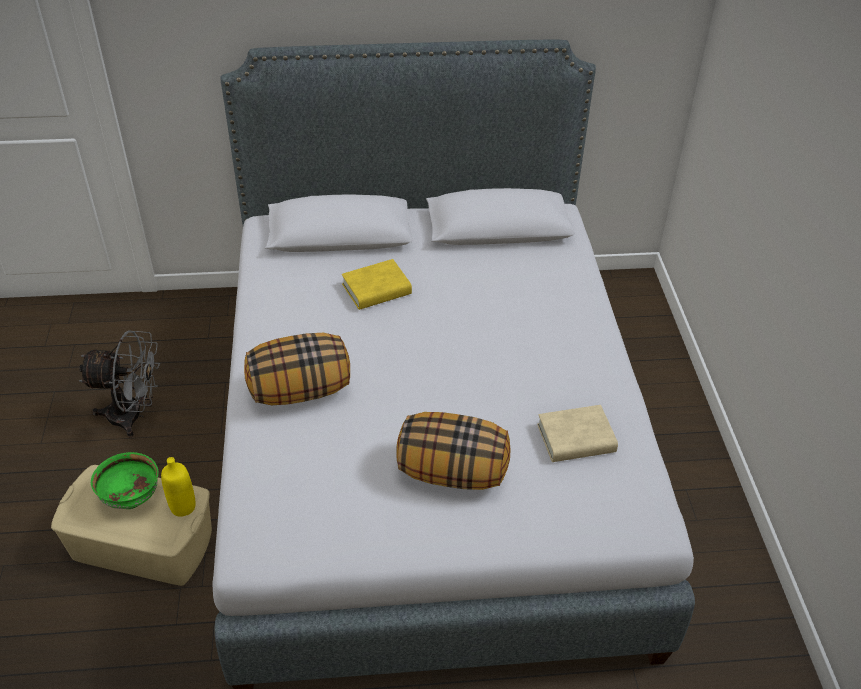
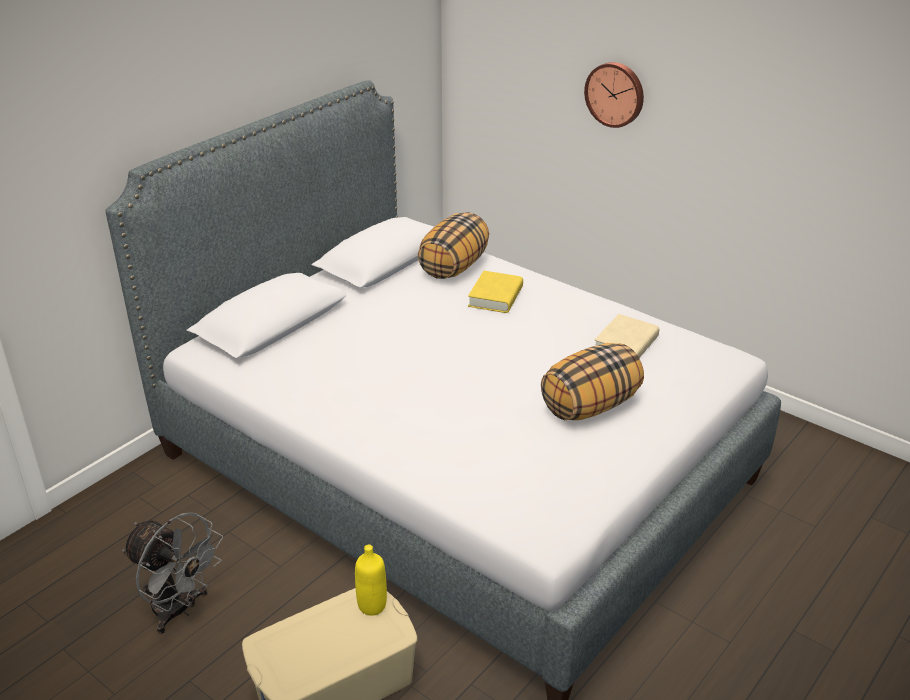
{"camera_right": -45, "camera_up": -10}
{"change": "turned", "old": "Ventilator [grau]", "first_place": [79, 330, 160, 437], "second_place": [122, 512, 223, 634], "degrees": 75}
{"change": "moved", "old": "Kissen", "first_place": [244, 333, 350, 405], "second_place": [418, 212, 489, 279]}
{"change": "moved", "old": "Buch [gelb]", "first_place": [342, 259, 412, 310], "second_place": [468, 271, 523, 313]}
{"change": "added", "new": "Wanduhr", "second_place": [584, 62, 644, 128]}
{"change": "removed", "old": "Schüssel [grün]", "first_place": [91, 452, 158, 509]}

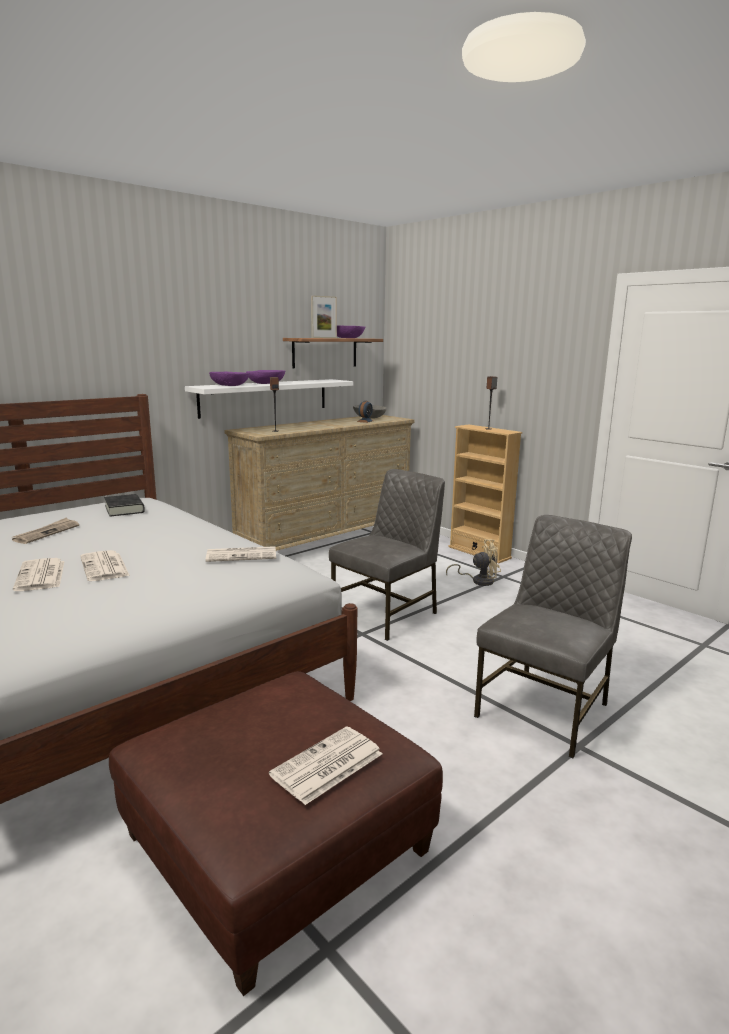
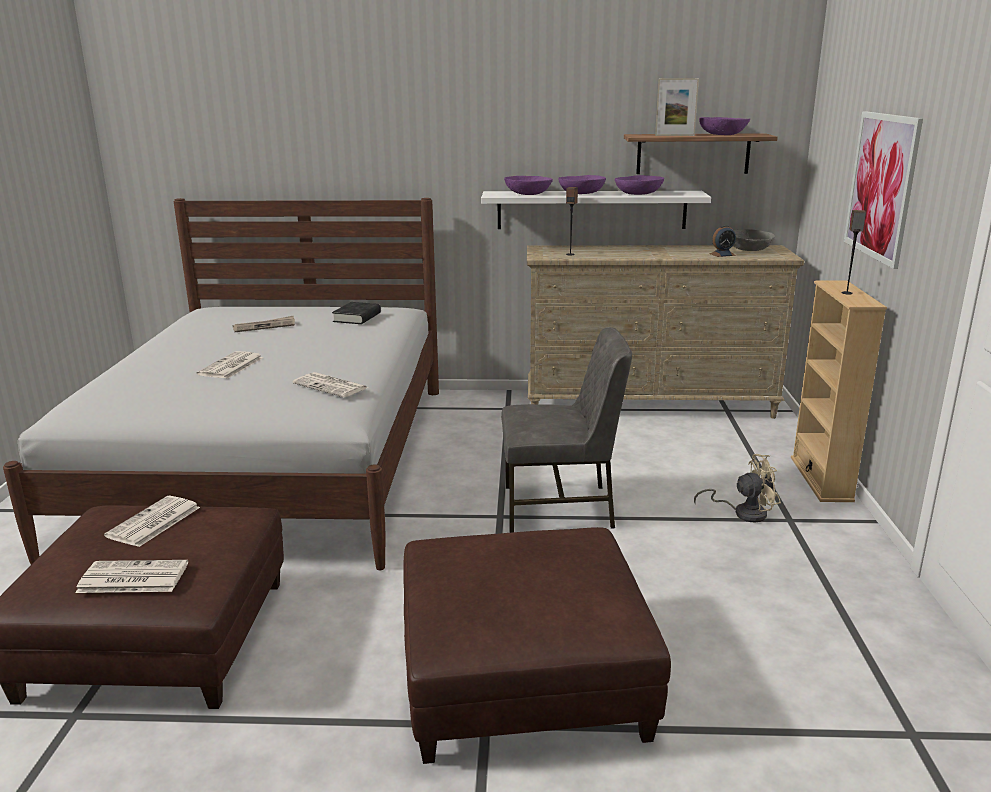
{"camera_right": 45, "camera_up": 5}
{"change": "moved", "old": "Zeitung", "first_place": [13, 558, 65, 591], "second_place": [104, 496, 200, 547]}
{"change": "replaced", "old": "Stuhl [grau]", "new": "Polsterhocker [braun]", "first_place": [474, 515, 632, 758], "second_place": [403, 527, 671, 764]}
{"change": "added", "new": "Schüssel [lila]", "second_place": [615, 175, 664, 195]}
{"change": "turned", "old": "Ventilator [beige]", "first_place": [446, 539, 501, 586], "second_place": [694, 454, 781, 522], "degrees": -45}
{"change": "added", "new": "Bild", "second_place": [844, 111, 923, 269]}

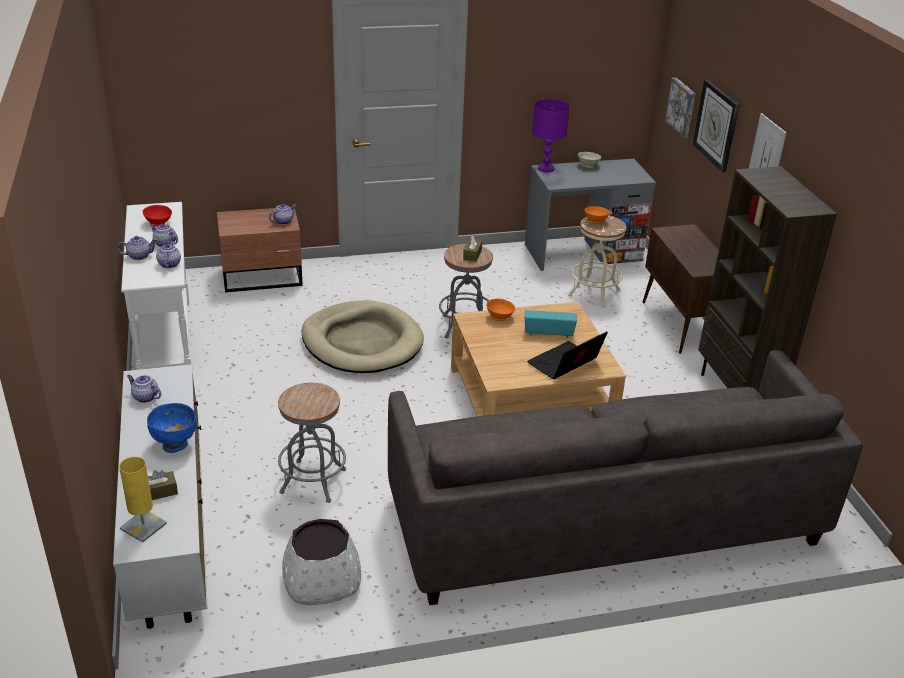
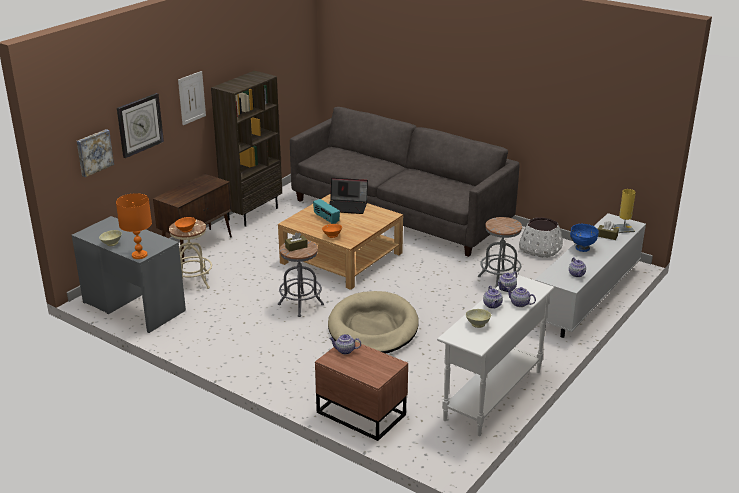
{"camera_right": -130, "camera_up": -5}
{"change": "recoloured", "old": "Tischlampe [lila]", "new": "Tischlampe [orange]", "first_place": [532, 99, 570, 172], "second_place": [116, 193, 152, 259]}
{"change": "recoloured", "old": "Schüssel [rot]", "new": "Schüssel [beige]", "first_place": [143, 205, 172, 226], "second_place": [466, 309, 491, 328]}

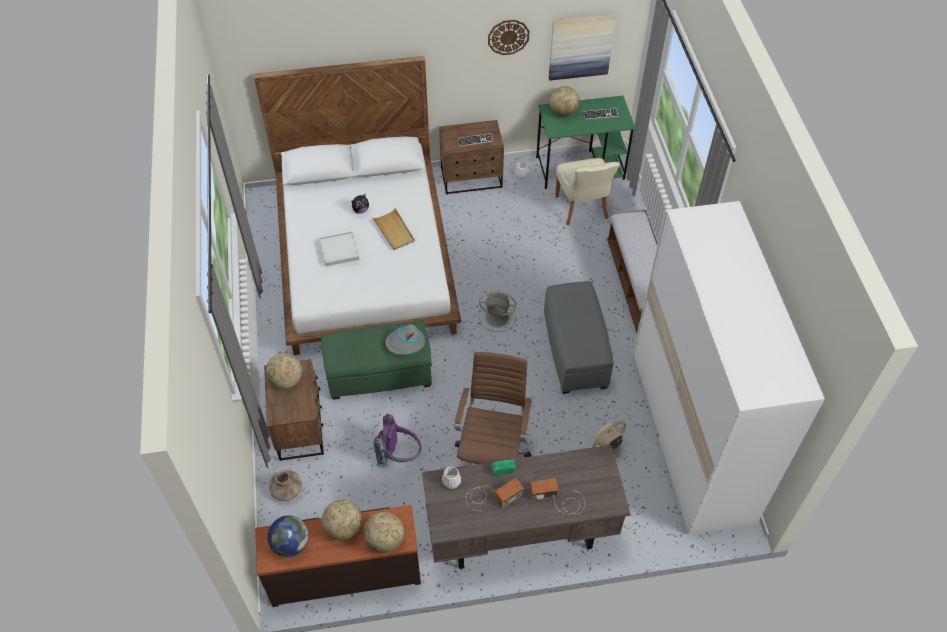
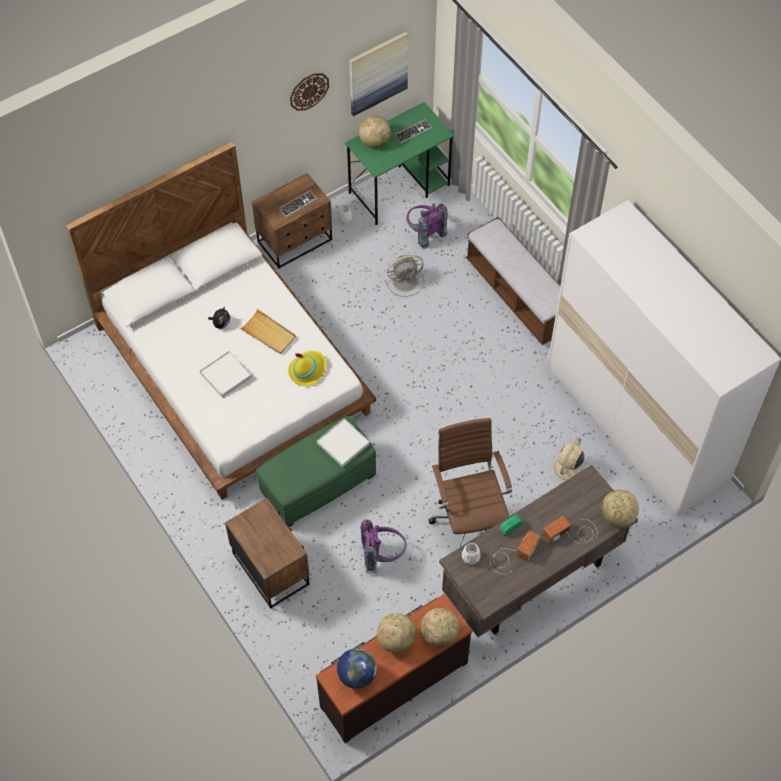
{"camera_right": -25, "camera_up": 5}
{"change": "added", "new": "Hut [gelb]", "second_place": [288, 351, 327, 386]}
{"change": "replaced", "old": "Hut [grau]", "new": "Tablett [weiß]", "first_place": [386, 324, 425, 355], "second_place": [317, 418, 370, 467]}
{"change": "moved", "old": "Ventilator [grau]", "first_place": [479, 292, 516, 332], "second_place": [384, 255, 424, 297]}
{"change": "replaced", "old": "Stuhl [beige]", "new": "Rucksack [lila]", "first_place": [555, 158, 620, 225], "second_place": [406, 203, 448, 249]}
{"change": "moved", "old": "Globus", "first_place": [266, 353, 302, 389], "second_place": [601, 490, 639, 528]}
{"change": "removed", "old": "Vase [braun]", "first_place": [269, 470, 302, 501]}
{"change": "removed", "old": "Polsterhocker [grau]", "first_place": [544, 281, 614, 394]}

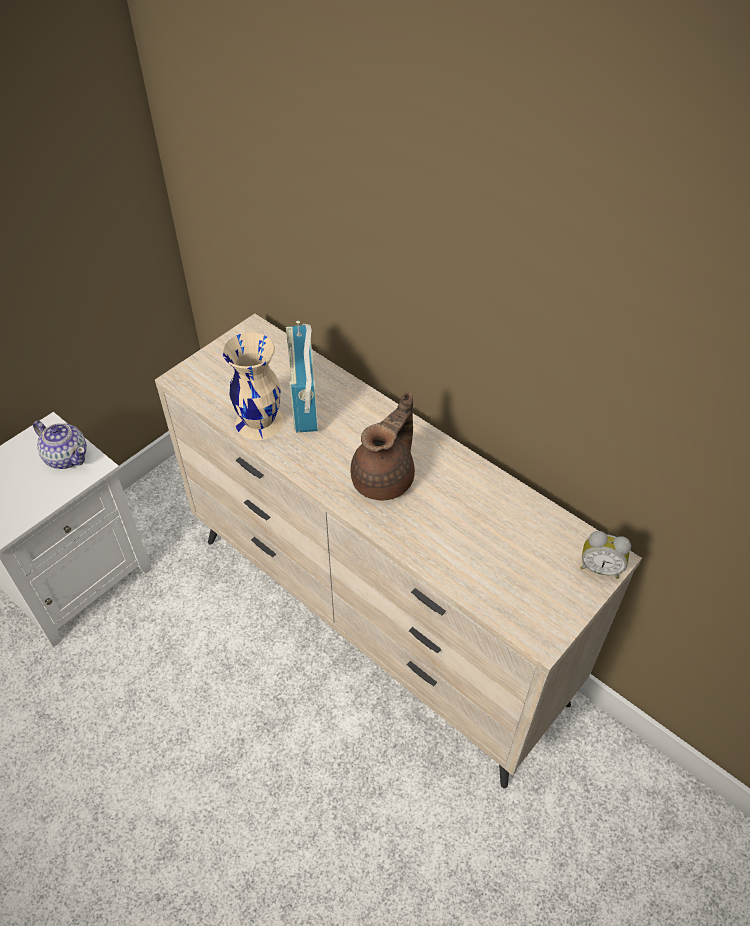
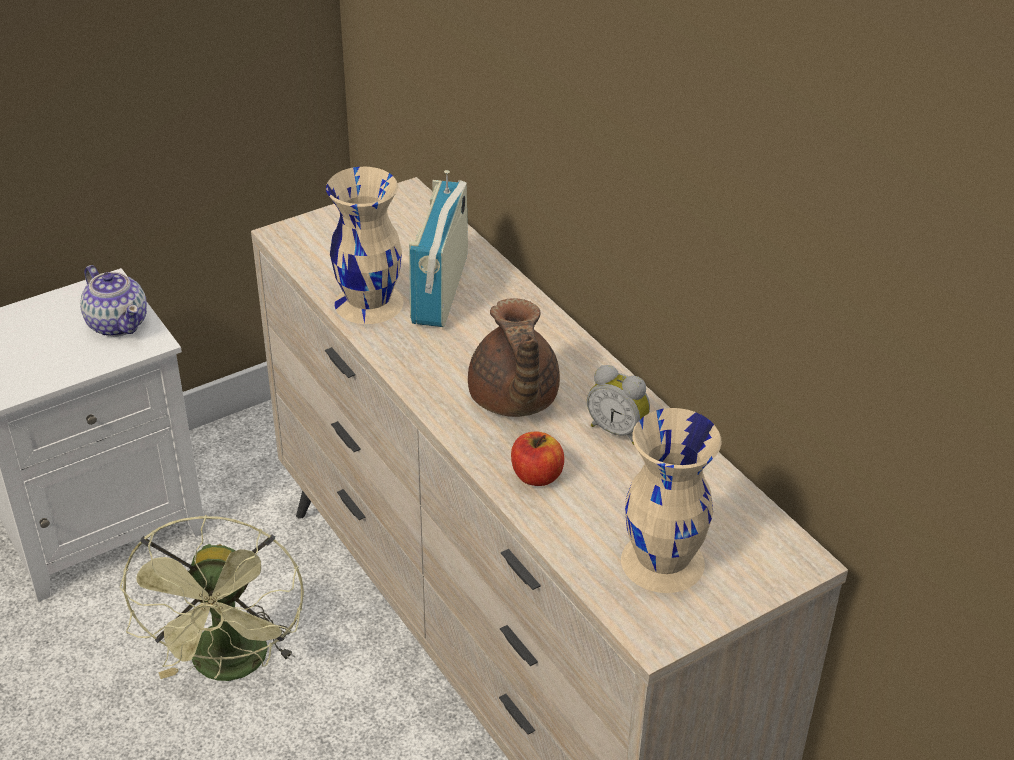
{"camera_right": 15, "camera_up": -10}
{"change": "added", "new": "Ventilator [grün]", "second_place": [120, 515, 304, 681]}
{"change": "turned", "old": "Teekanne [braun]", "first_place": [350, 391, 415, 500], "second_place": [468, 298, 560, 417], "degrees": 120}
{"change": "added", "new": "Apfel", "second_place": [511, 431, 564, 486]}
{"change": "moved", "old": "Wecker", "first_place": [580, 531, 631, 579], "second_place": [587, 365, 650, 445]}
{"change": "added", "new": "Vase [beige]", "second_place": [621, 408, 722, 593]}

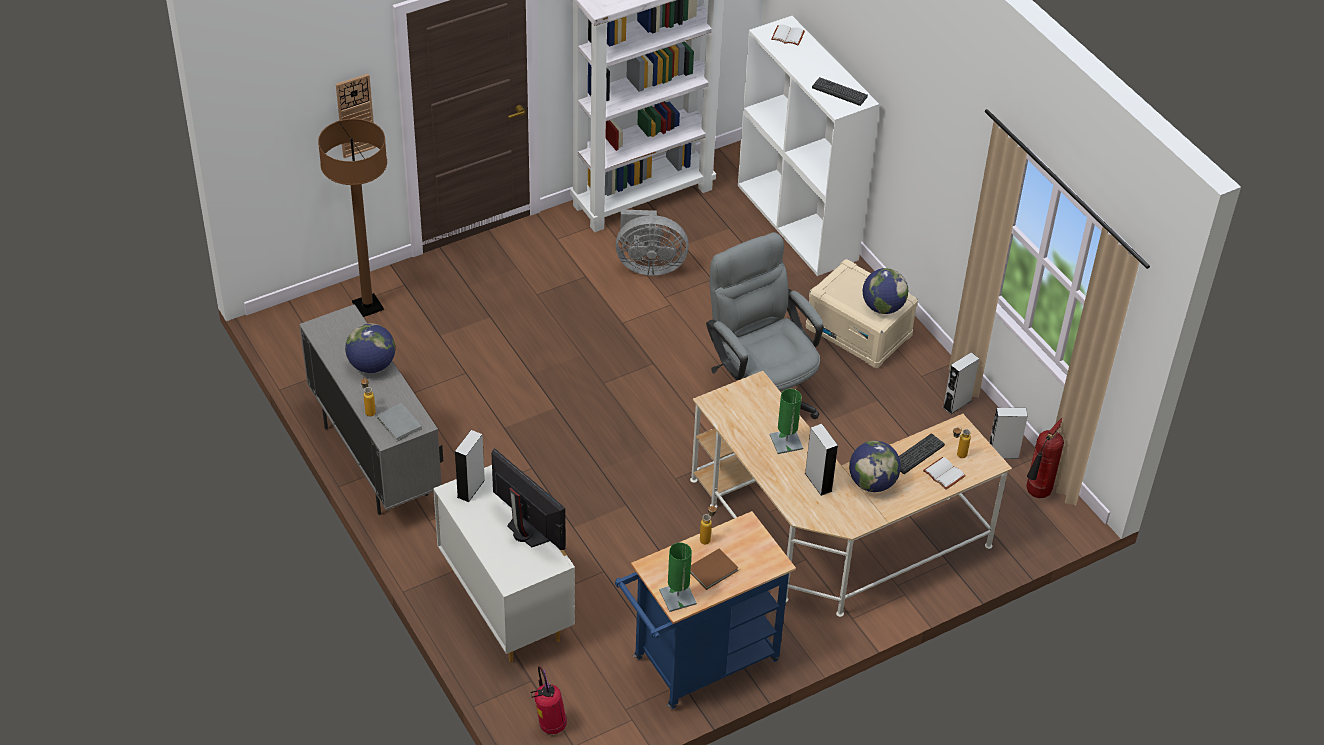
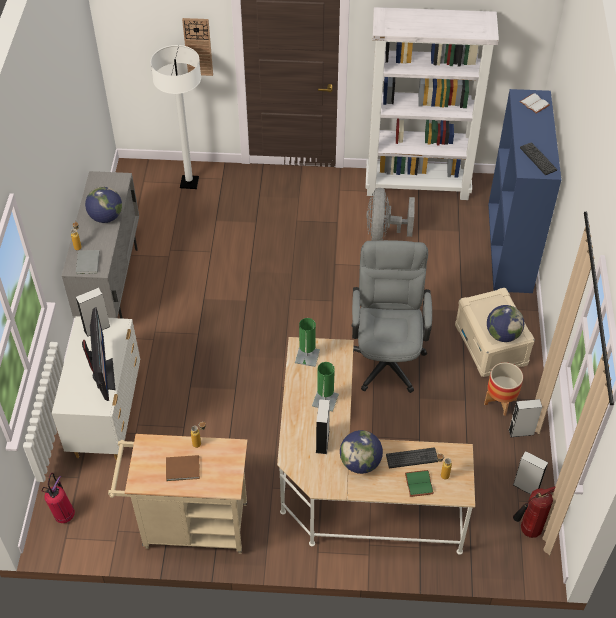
{"camera_right": 35, "camera_up": 5}
{"change": "recoloured", "old": "Rollwagen [blau]", "new": "Rollwagen [beige]", "first_place": [615, 511, 796, 709], "second_place": [108, 434, 248, 554]}
{"change": "recoloured", "old": "Stehlampe [braun]", "new": "Stehlampe [weiß]", "first_place": [318, 118, 387, 317], "second_place": [151, 45, 201, 189]}
{"change": "moved", "old": "Tischlampe [grün]", "first_place": [659, 543, 697, 612], "second_place": [295, 318, 320, 367]}
{"change": "turned", "old": "Ventilator [grau]", "first_place": [616, 209, 689, 276], "second_place": [366, 188, 415, 241], "degrees": 60}
{"change": "recoloured", "old": "Buch [weiß]", "new": "Buch [grün]", "first_place": [923, 457, 966, 489], "second_place": [405, 470, 434, 497]}
{"change": "added", "new": "Pflanzkübel", "second_place": [484, 363, 523, 416]}
{"change": "recoloured", "old": "Bücherregal [weiß]", "new": "Bücherregal [blau]", "first_place": [738, 16, 879, 276], "second_place": [488, 89, 561, 293]}

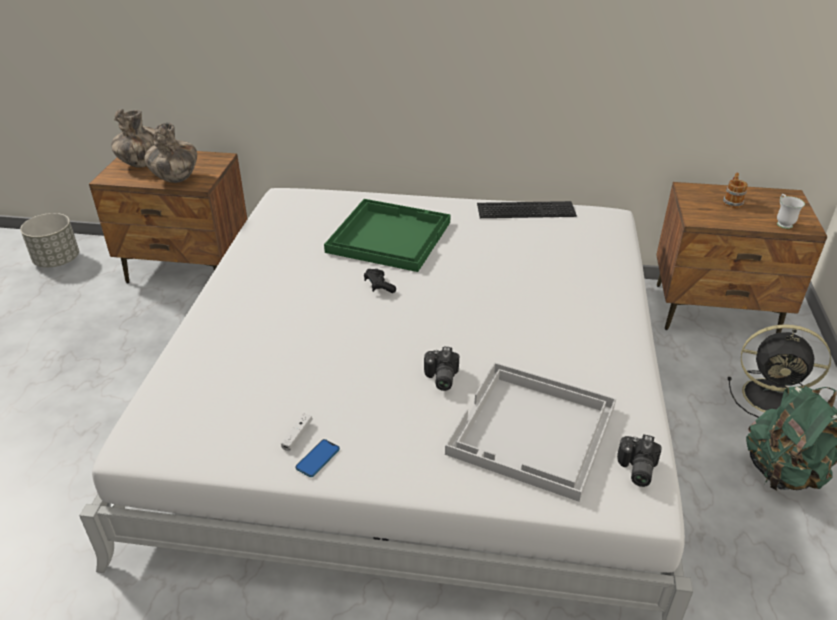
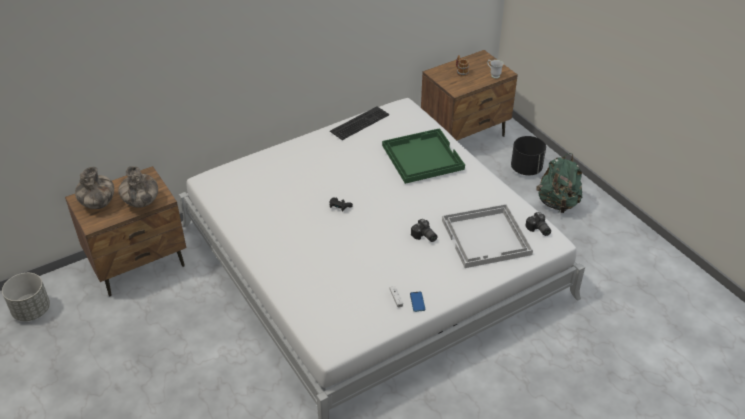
{"camera_right": -40, "camera_up": 5}
{"change": "moved", "old": "Tablett [grün]", "first_place": [324, 199, 451, 272], "second_place": [382, 128, 465, 184]}
{"change": "replaced", "old": "Ventilator [schwarz]", "new": "Pflanzkübel [schwarz]", "first_place": [728, 324, 831, 418], "second_place": [511, 136, 546, 176]}

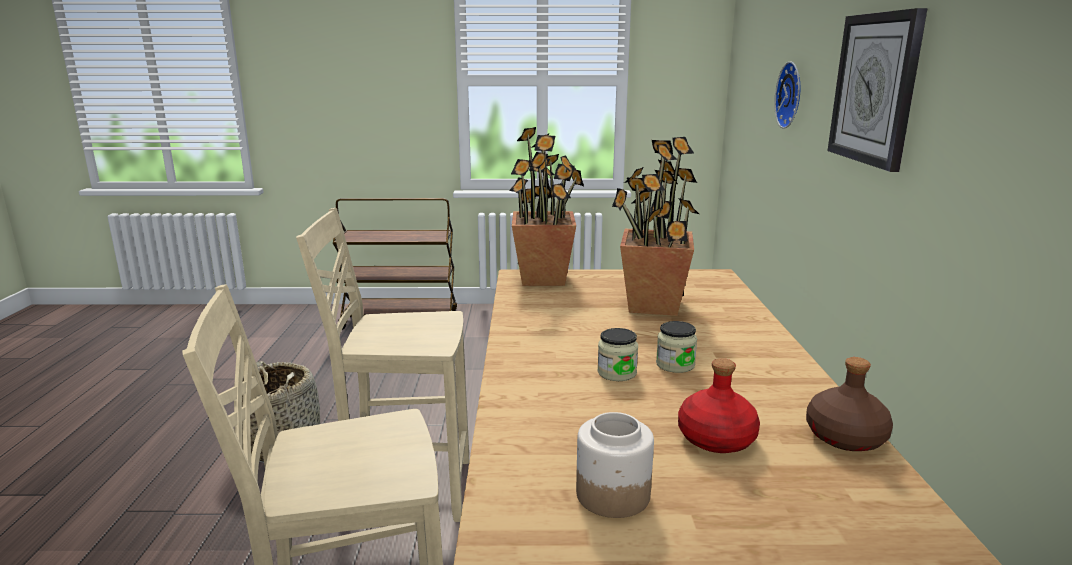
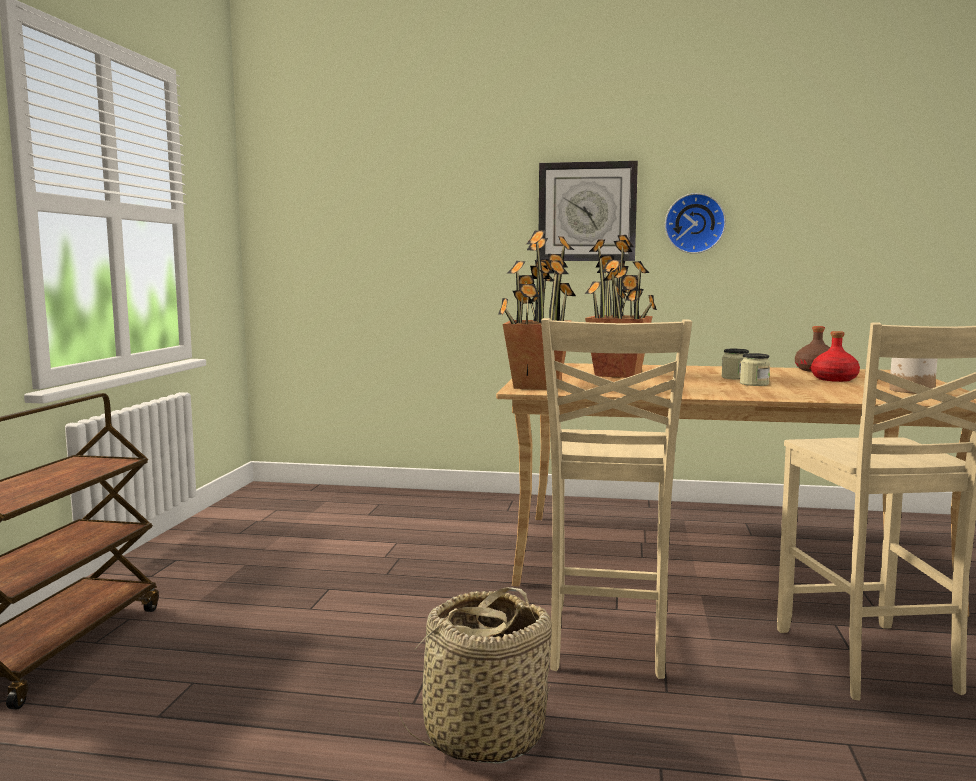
{"camera_right": -80, "camera_up": -10}
{"change": "moved", "old": "Wanduhr", "first_place": [774, 62, 800, 129], "second_place": [665, 193, 726, 254]}

